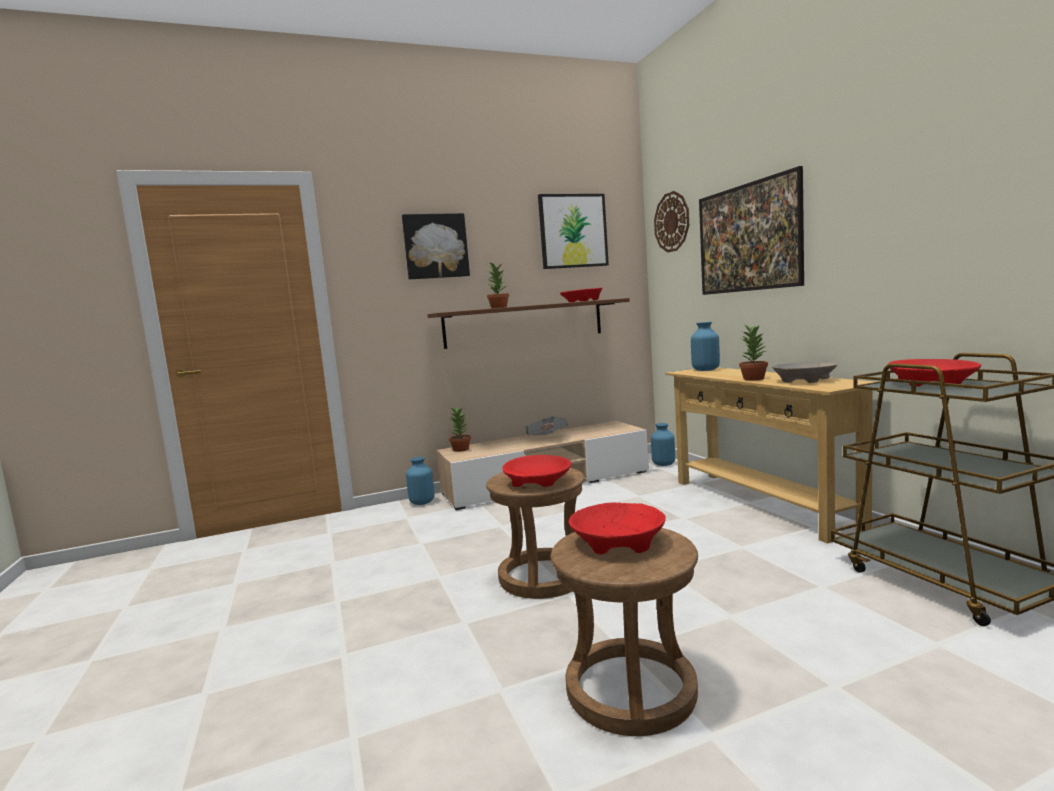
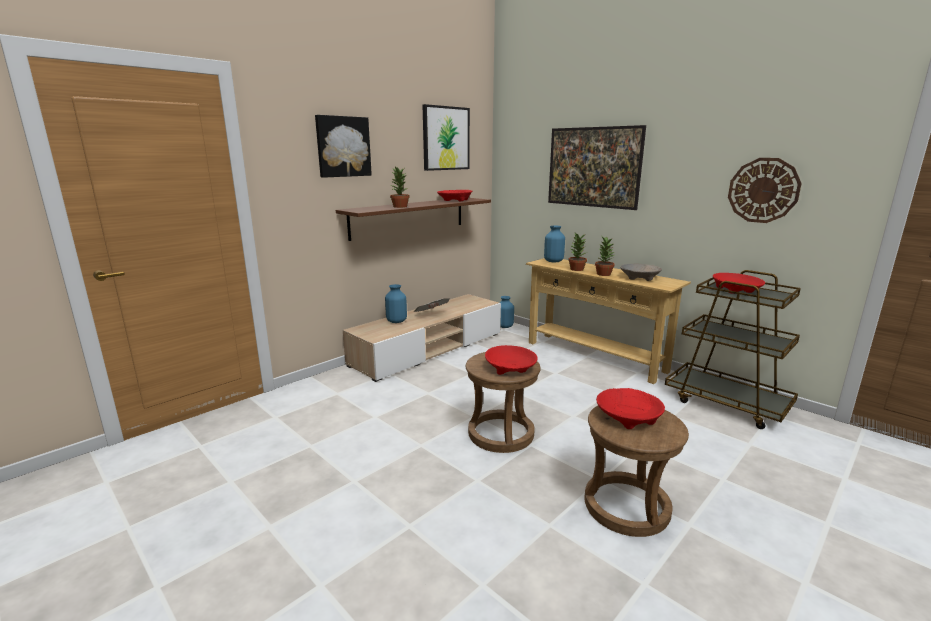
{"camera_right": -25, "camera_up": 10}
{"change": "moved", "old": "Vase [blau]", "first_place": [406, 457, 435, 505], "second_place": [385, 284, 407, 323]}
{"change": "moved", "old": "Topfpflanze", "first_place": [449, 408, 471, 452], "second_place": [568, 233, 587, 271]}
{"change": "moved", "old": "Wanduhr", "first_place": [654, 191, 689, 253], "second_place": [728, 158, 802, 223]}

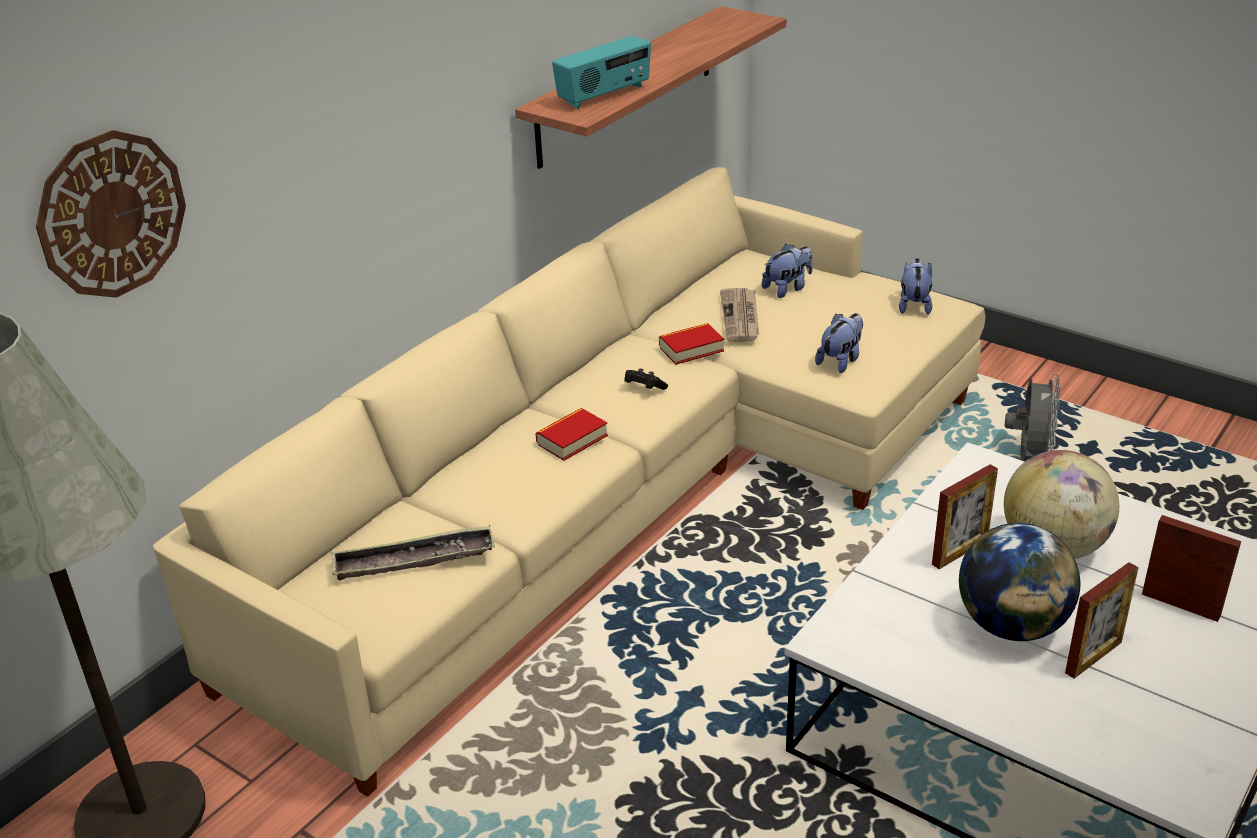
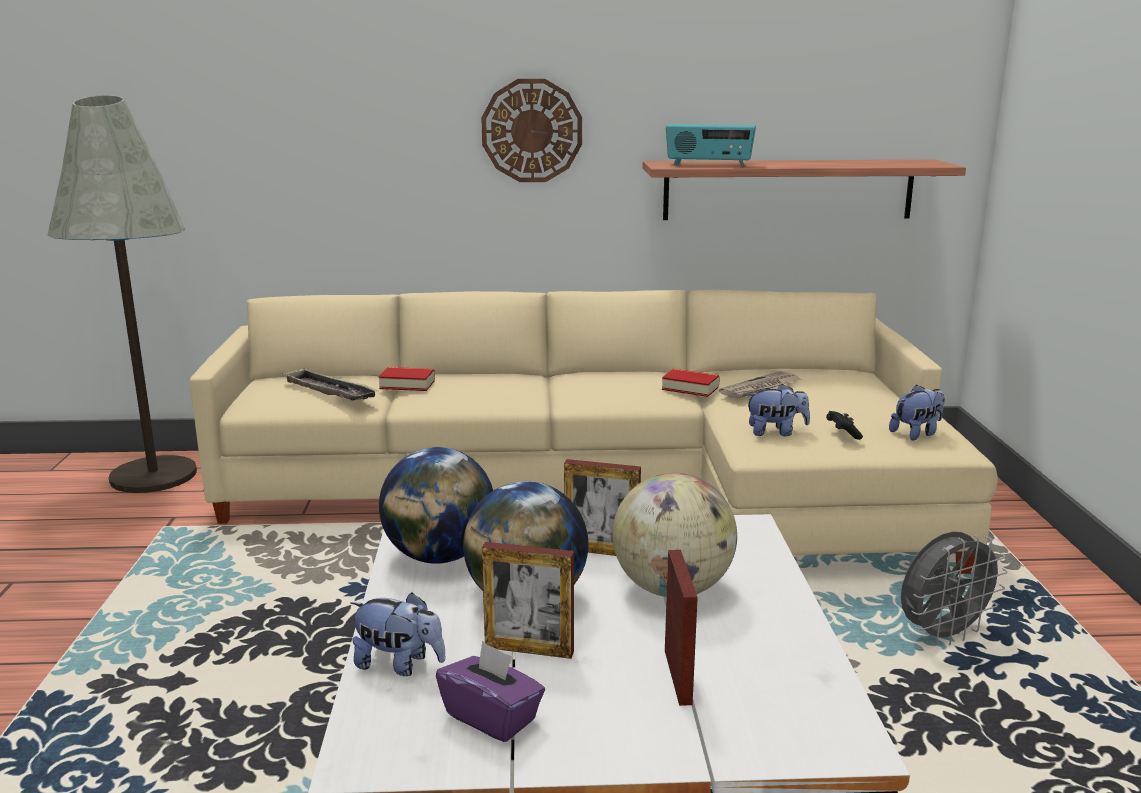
{"camera_right": 50, "camera_up": -15}
{"change": "moved", "old": "Plüschtier", "first_place": [762, 244, 813, 298], "second_place": [350, 592, 446, 676]}
{"change": "moved", "old": "Buch", "first_place": [535, 408, 608, 461], "second_place": [379, 367, 435, 391]}
{"change": "added", "new": "Globus", "second_place": [379, 447, 493, 564]}
{"change": "added", "new": "Taschentuchbox [lila]", "second_place": [436, 641, 545, 742]}
{"change": "moved", "old": "Wanduhr", "first_place": [36, 130, 186, 298], "second_place": [481, 79, 582, 182]}
{"change": "moved", "old": "Gamepad [schwarz]", "first_place": [624, 368, 668, 390], "second_place": [826, 411, 863, 440]}

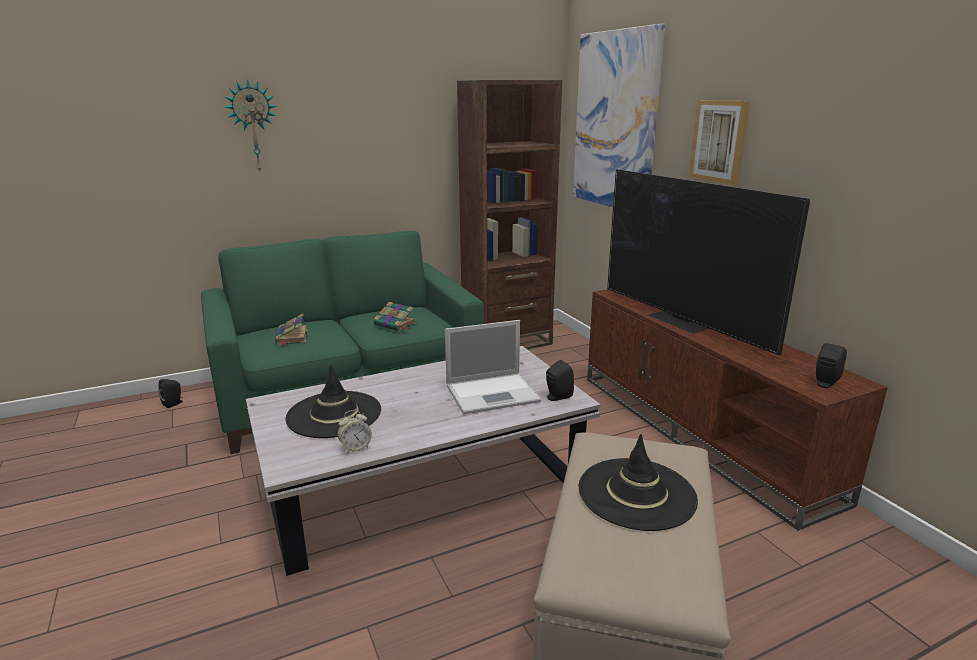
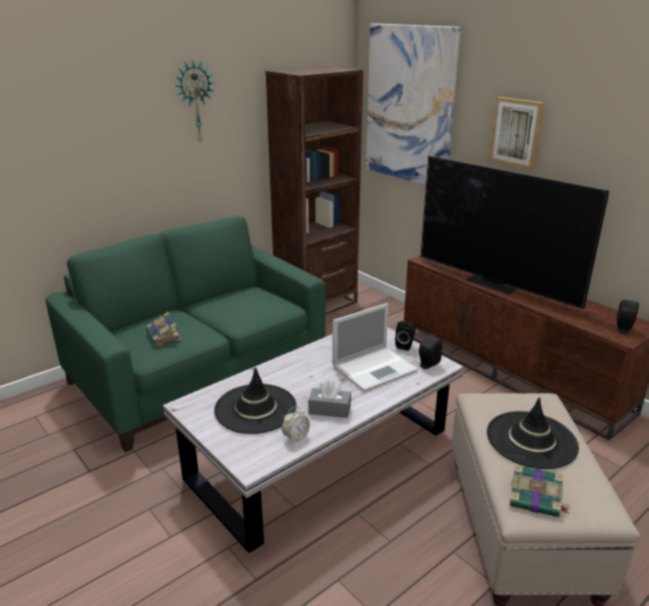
{"camera_right": -15, "camera_up": 5}
{"change": "moved", "old": "Wanduhr", "first_place": [224, 79, 277, 172], "second_place": [175, 60, 215, 144]}
{"change": "added", "new": "Taschentuchbox [grau]", "second_place": [308, 381, 351, 418]}
{"change": "moved", "old": "Lautsprecher [schwarz]", "first_place": [158, 379, 183, 408], "second_place": [395, 321, 415, 351]}
{"change": "moved", "old": "Buch", "first_place": [374, 302, 416, 331], "second_place": [509, 464, 570, 517]}

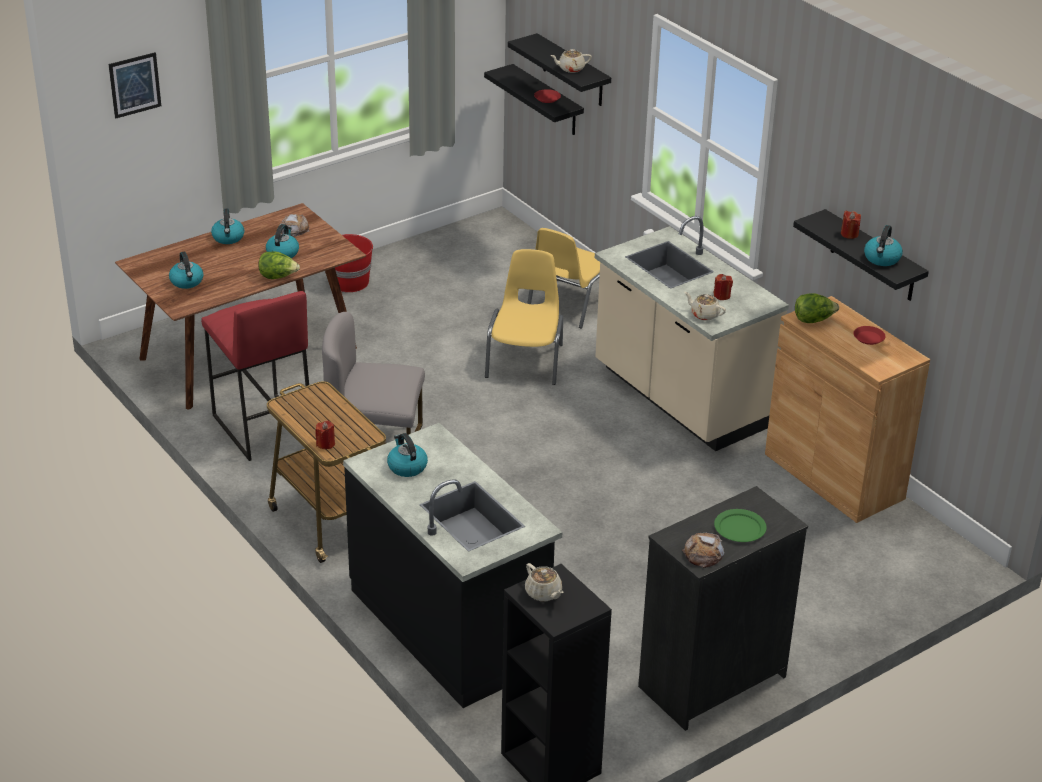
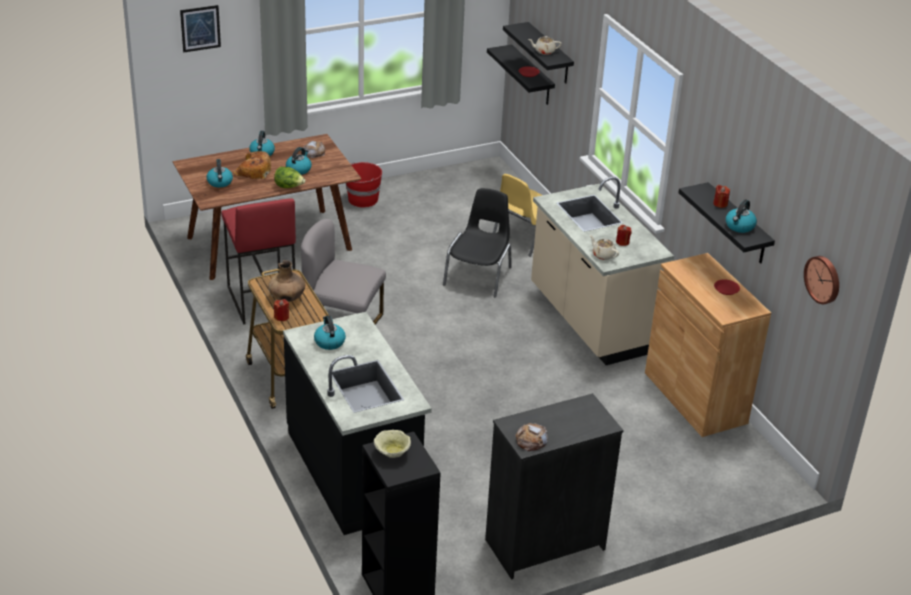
{"camera_right": 10, "camera_up": 0}
{"change": "added", "new": "Brot", "second_place": [233, 151, 271, 179]}
{"change": "added", "new": "Vase [braun]", "second_place": [268, 260, 306, 302]}
{"change": "replaced", "old": "Teekanne [beige]", "new": "Schüssel [beige]", "first_place": [525, 563, 564, 601], "second_place": [374, 430, 411, 458]}
{"change": "recoloured", "old": "Stuhl [gelb]", "new": "Stuhl [schwarz]", "first_place": [485, 249, 563, 385], "second_place": [443, 188, 512, 297]}
{"change": "added", "new": "Wanduhr", "second_place": [804, 256, 839, 304]}
{"change": "removed", "old": "Teller [grün]", "first_place": [714, 509, 767, 542]}
{"change": "removed", "old": "Salatkopf", "first_place": [795, 293, 839, 323]}

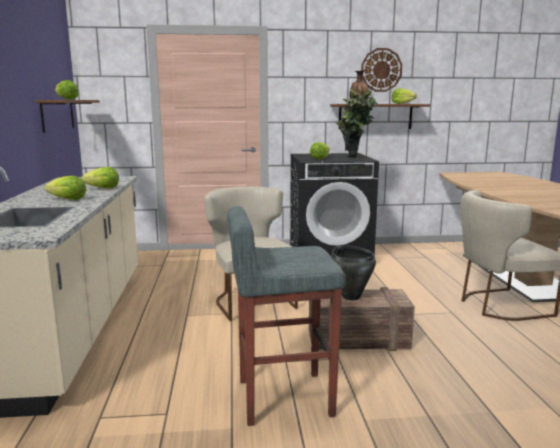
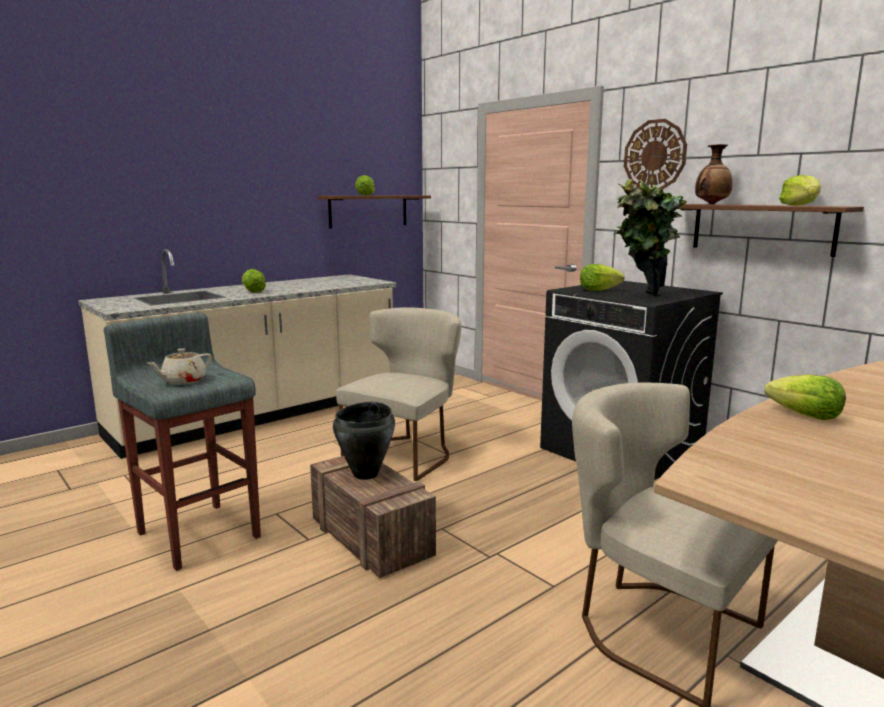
{"camera_right": 55, "camera_up": 0}
{"change": "added", "new": "Teekanne [beige]", "second_place": [147, 348, 212, 385]}
{"change": "moved", "old": "Wanduhr", "first_place": [361, 48, 402, 92], "second_place": [624, 119, 687, 189]}
{"change": "moved", "old": "Salatkopf", "first_place": [82, 167, 119, 188], "second_place": [765, 375, 846, 420]}

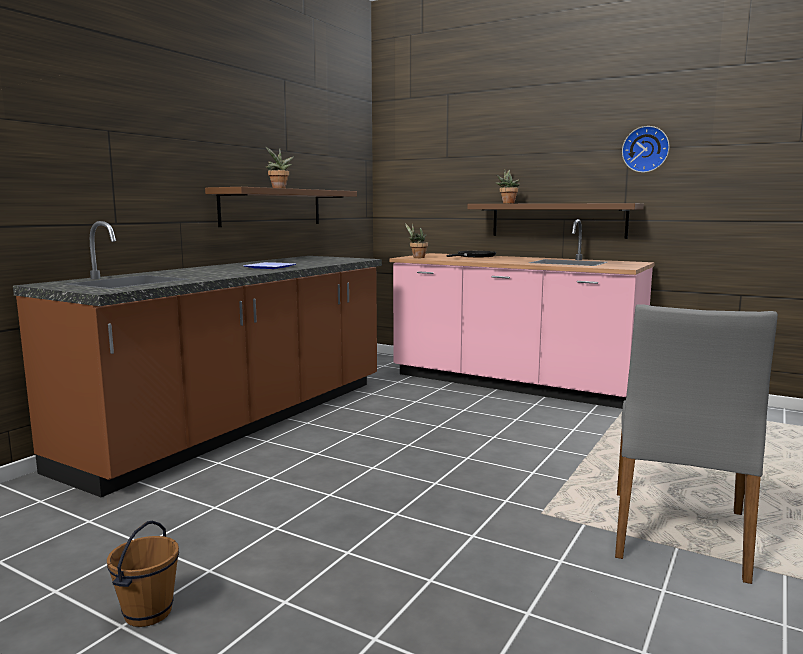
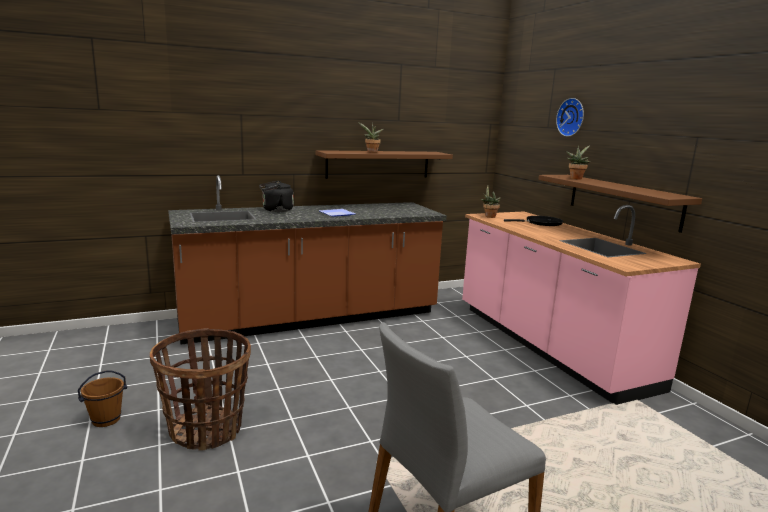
{"camera_right": 35, "camera_up": 5}
{"change": "added", "new": "Korb", "second_place": [150, 328, 251, 451]}
{"change": "added", "new": "Wasserkessel [schwarz]", "second_place": [259, 181, 294, 212]}
{"change": "moved", "old": "Wanduhr", "first_place": [622, 126, 670, 173], "second_place": [556, 98, 584, 137]}

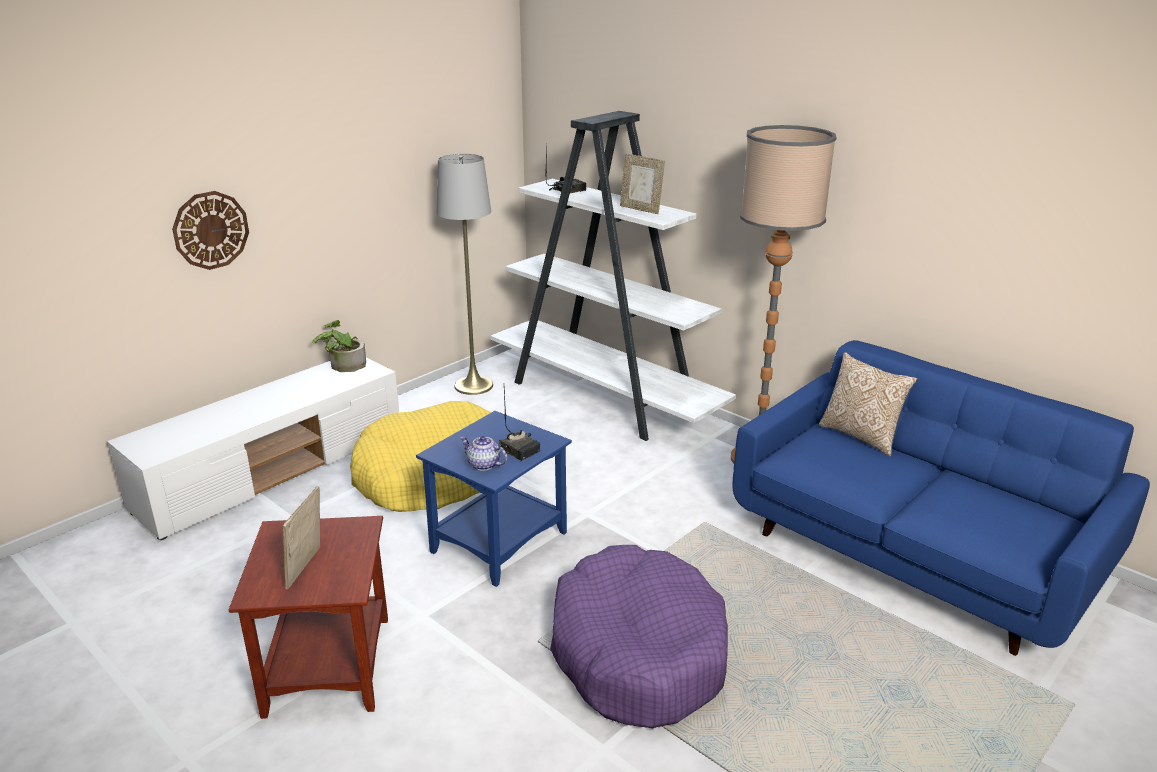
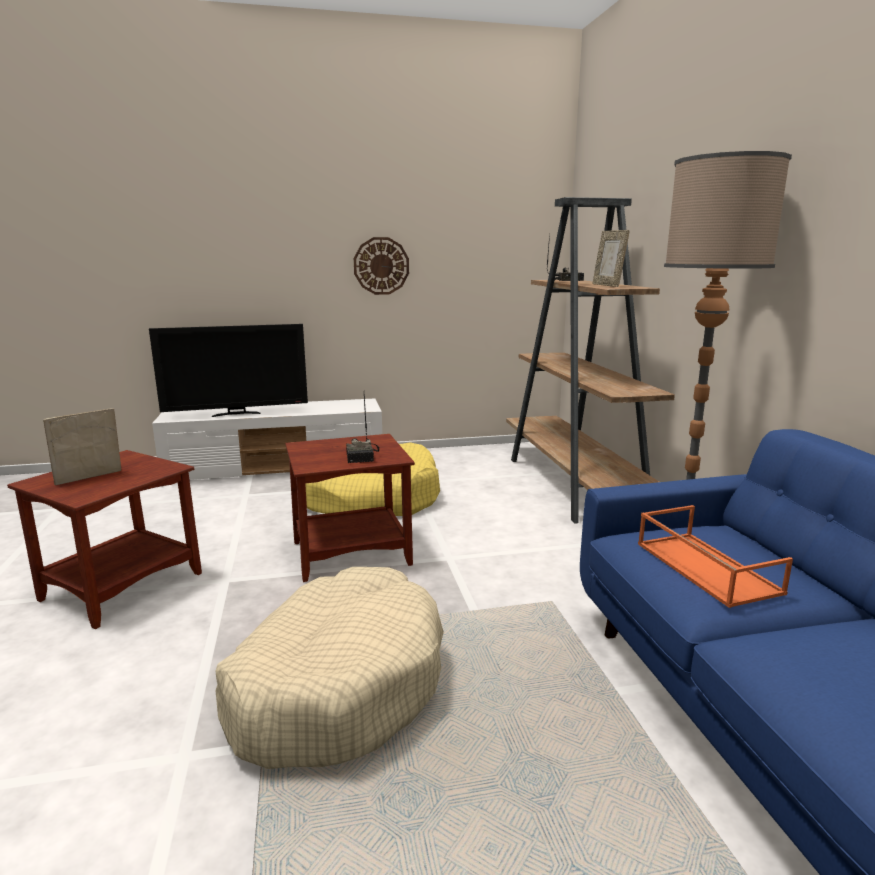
{"camera_right": 35, "camera_up": -10}
{"change": "added", "new": "Fernseher", "second_place": [149, 324, 308, 417]}
{"change": "recoloured", "old": "Hundebett [lila]", "new": "Hundebett [beige]", "first_place": [550, 545, 728, 728], "second_place": [215, 567, 444, 769]}
{"change": "recoloured", "old": "Beistelltisch [blau]", "new": "Beistelltisch [braun]", "first_place": [416, 411, 572, 587], "second_place": [285, 434, 415, 582]}
{"change": "moved", "old": "Wanduhr", "first_place": [172, 191, 249, 270], "second_place": [354, 237, 409, 295]}
{"change": "recoloured", "old": "Bücherregal [weiß]", "new": "Bücherregal [braun]", "first_place": [490, 111, 736, 441], "second_place": [506, 197, 675, 524]}
{"change": "added", "new": "Tablett [orange]", "second_place": [638, 505, 793, 608]}
{"change": "removed", "old": "Topfpflanze", "first_place": [312, 320, 366, 372]}
{"change": "removed", "old": "Stehlampe [grau]", "first_place": [436, 154, 493, 395]}
{"change": "removed", "old": "Teekanne", "first_place": [460, 436, 507, 471]}
{"change": "removed", "old": "Kissen", "first_place": [819, 352, 917, 456]}

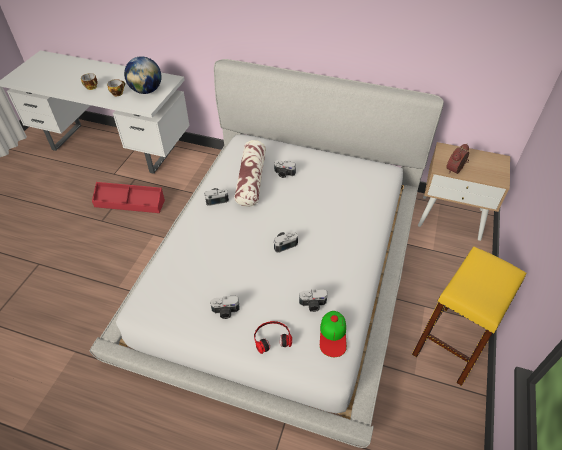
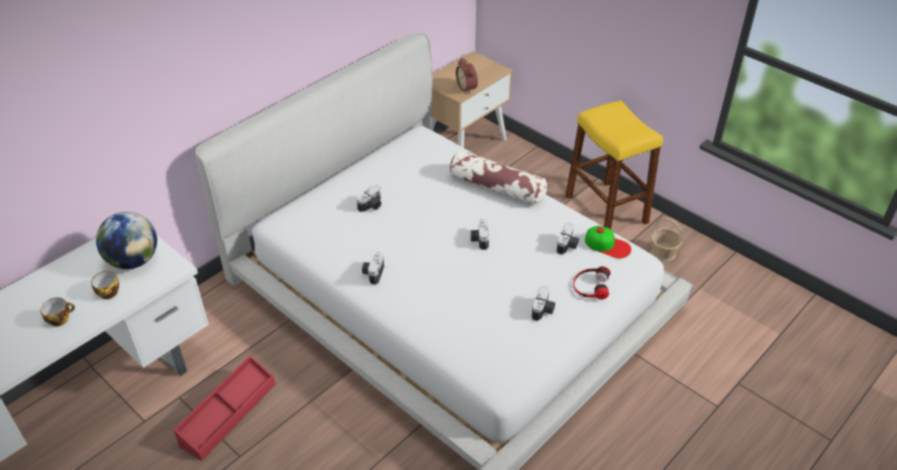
{"camera_right": -65, "camera_up": -5}
{"change": "moved", "old": "Kissen", "first_place": [234, 140, 266, 207], "second_place": [450, 150, 547, 205]}
{"change": "added", "new": "Korb", "second_place": [651, 218, 683, 262]}

